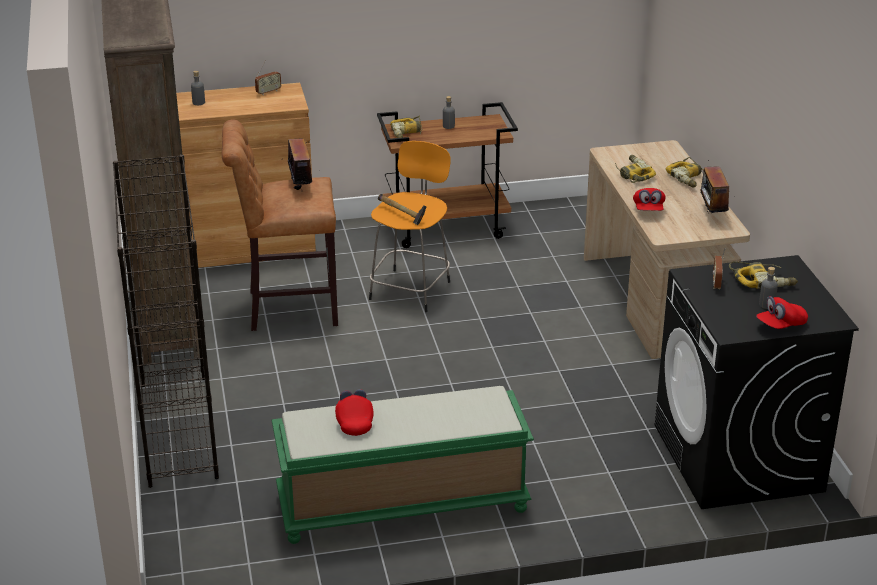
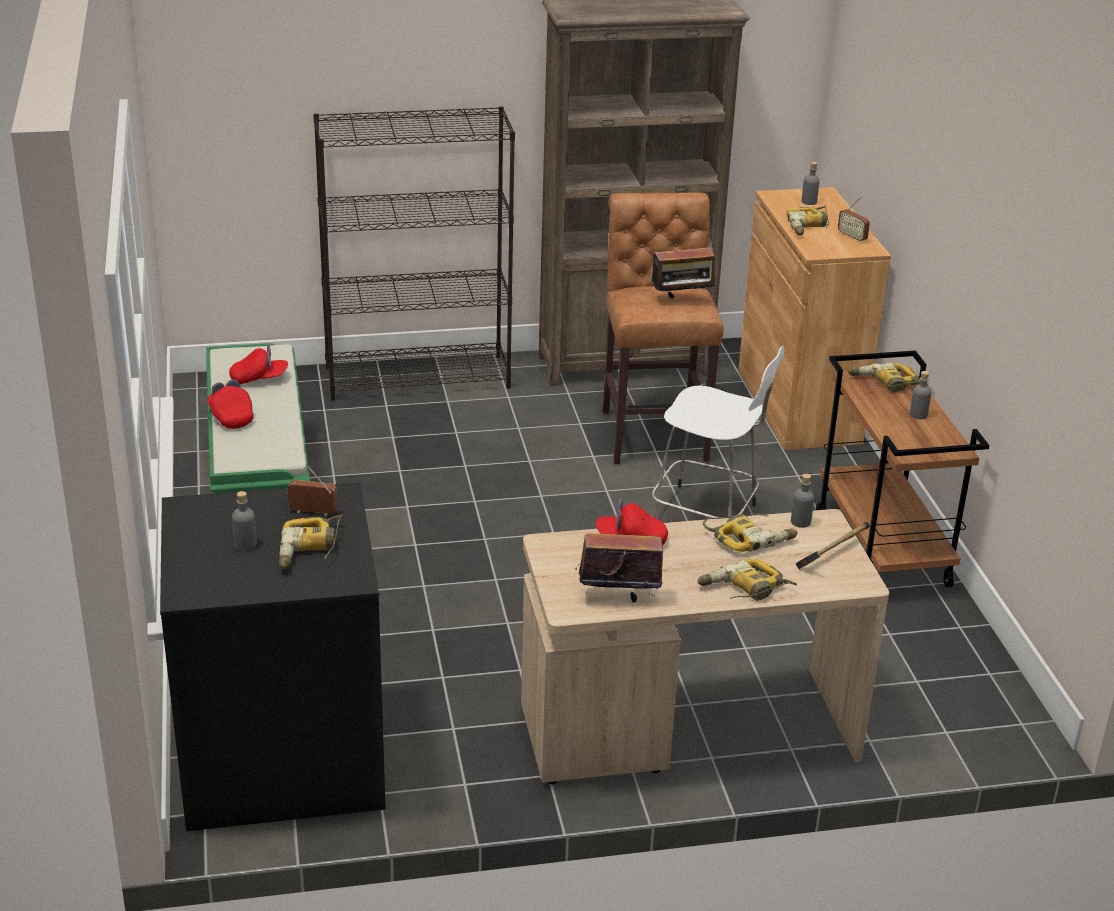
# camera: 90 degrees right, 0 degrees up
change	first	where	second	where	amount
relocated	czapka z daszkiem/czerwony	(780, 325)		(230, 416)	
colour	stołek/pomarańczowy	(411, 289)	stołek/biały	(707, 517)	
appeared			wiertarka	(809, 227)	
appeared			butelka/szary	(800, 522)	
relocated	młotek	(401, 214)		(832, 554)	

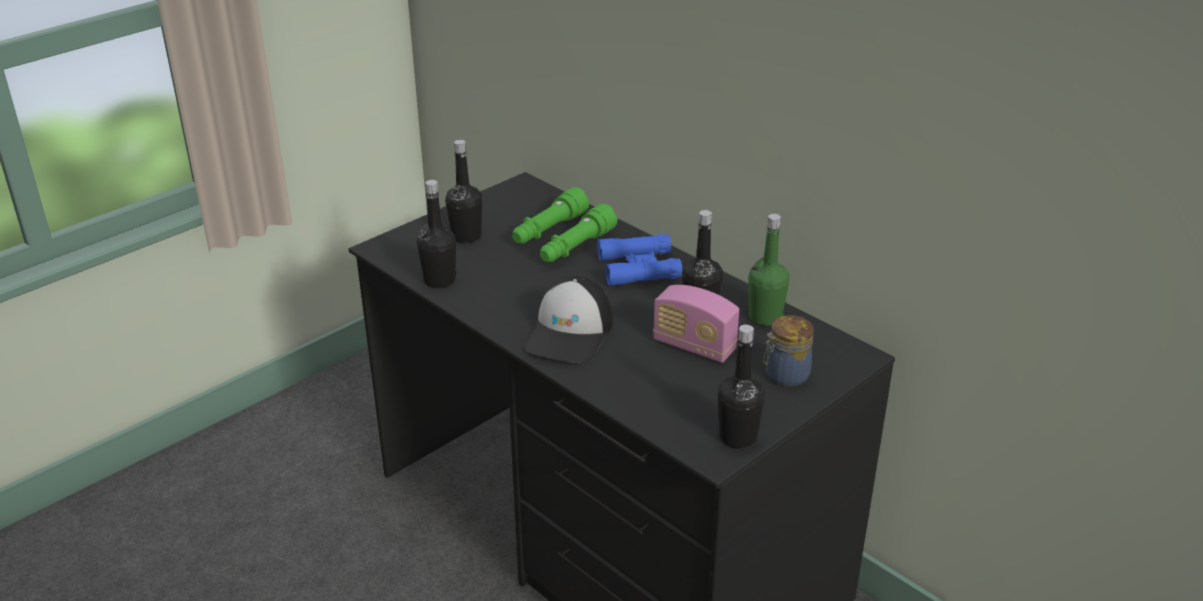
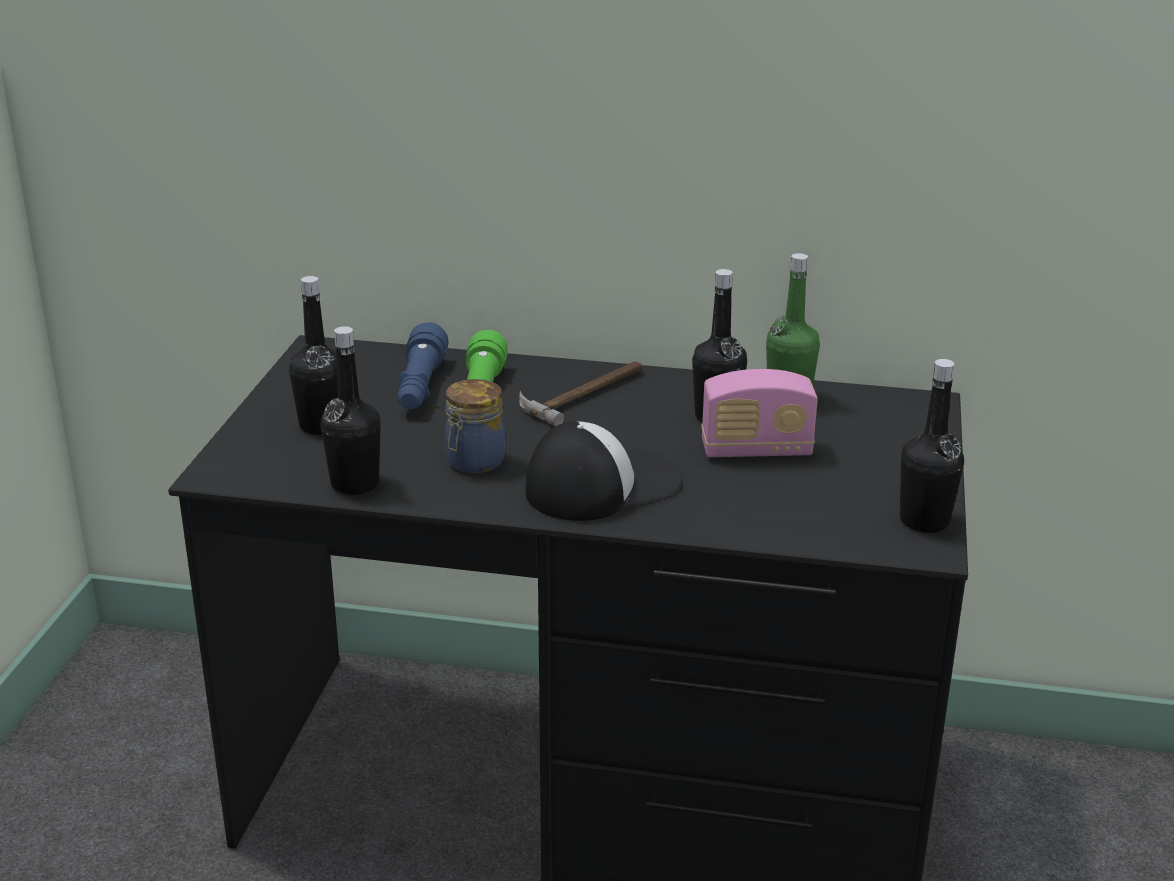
# camera: 35 degrees left, 5 degrees down
change	first	where	second	where	amount
colour	latarka/zielony	(548, 230)	latarka/niebieski	(420, 387)	
relocated	słoik	(785, 376)		(474, 462)	
exchanged	lornetka/niebieski	(639, 268)	młotek	(585, 393)	
spun	czapka z daszkiem	(570, 333)		(601, 485)	105 degrees counterclockwise

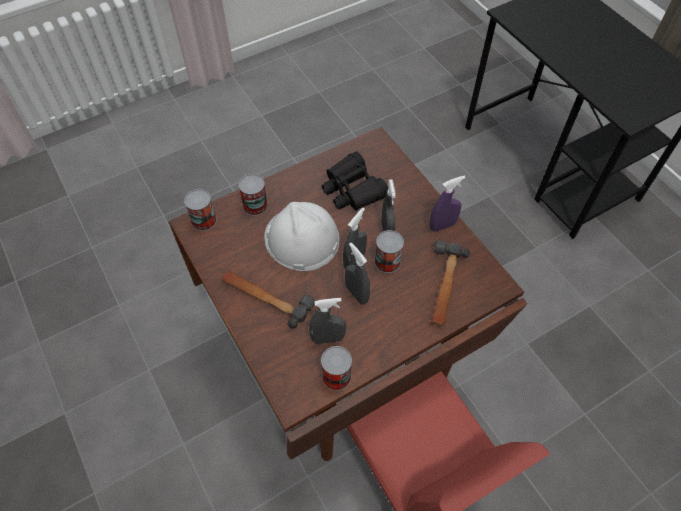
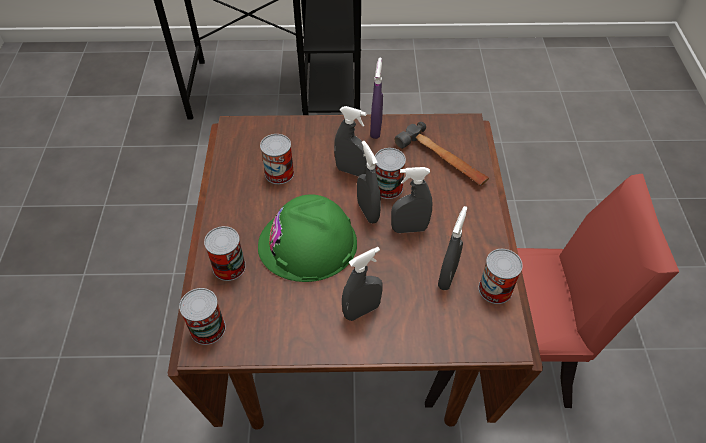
# camera: 60 degrees left, 5 degrees down
change	first	where	second	where	amount
colour	kask/biały	(301, 238)	kask/zielony	(308, 244)	
exchanged	lornetka/czarny	(352, 189)	puszka	(279, 173)	
exchanged	młotek	(266, 297)	spryskiwacz/szary	(361, 310)	

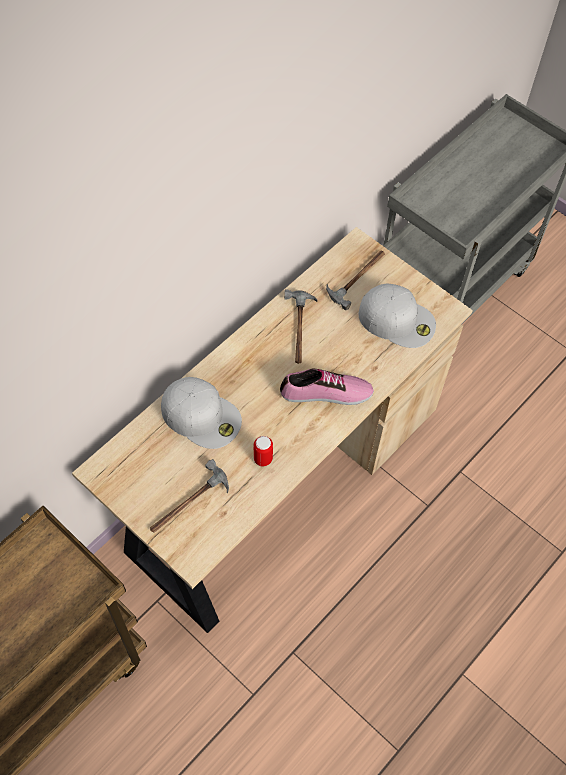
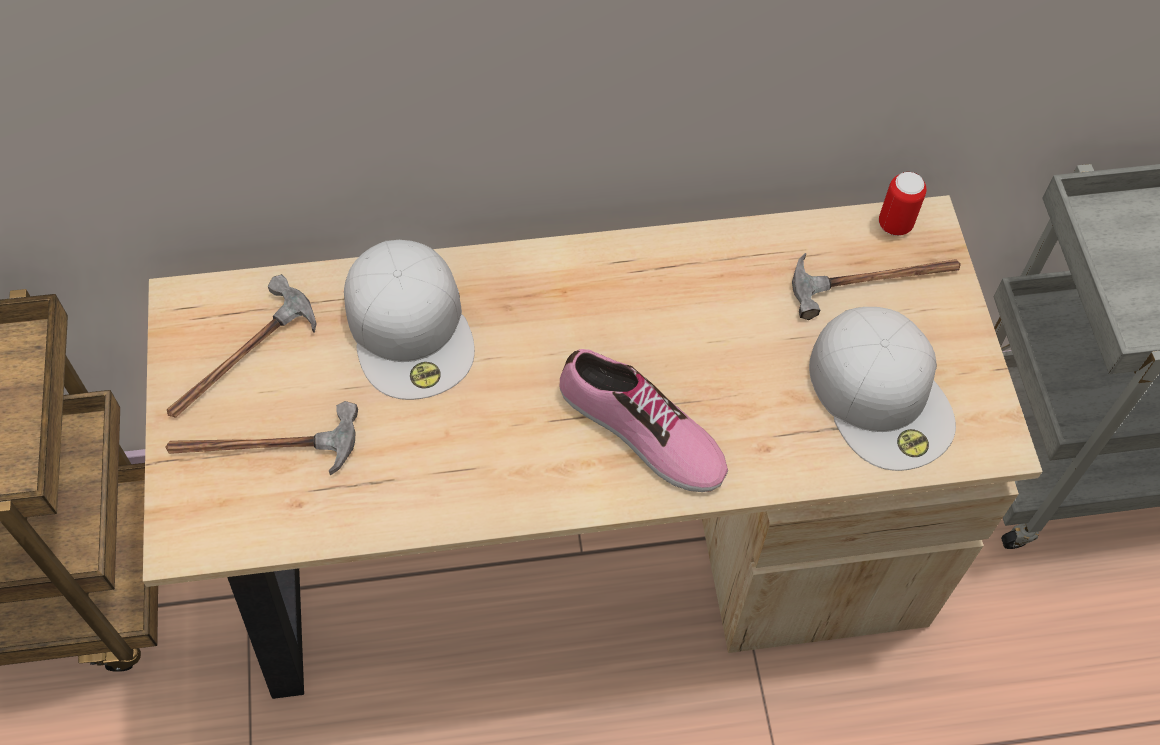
# camera: 40 degrees right, 0 degrees up
change	first	where	second	where	amount
relocated	młotek	(299, 329)		(240, 359)	
relocated	puszka	(263, 459)		(895, 224)	

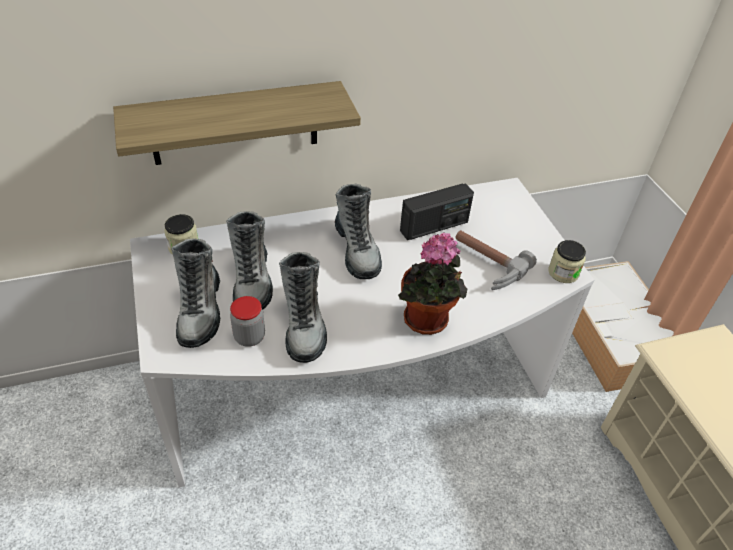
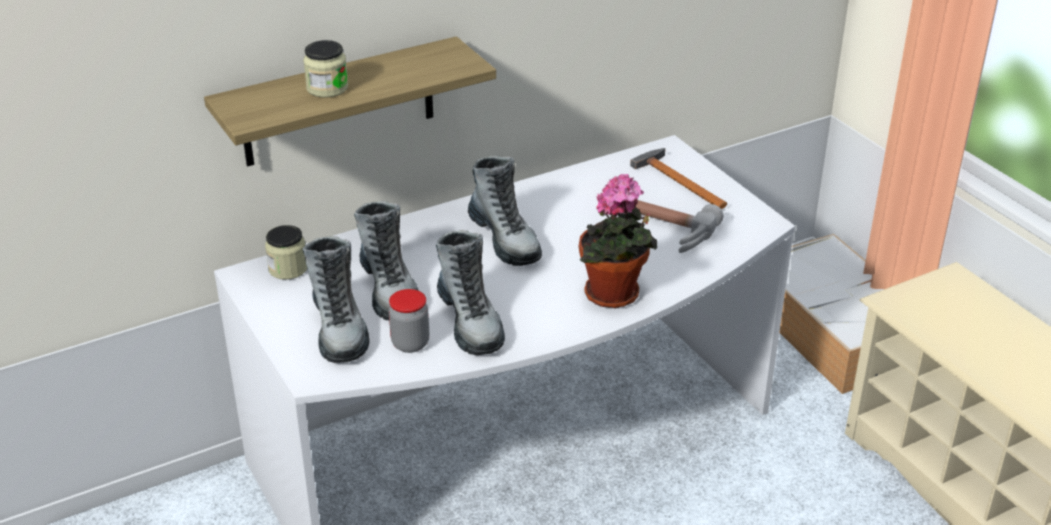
# camera: 10 degrees left, 10 degrees down
change	first	where	second	where	amount
relocated	słoik	(563, 273)		(327, 88)	
appeared			młotek	(678, 181)	
missing	radio	(434, 226)			

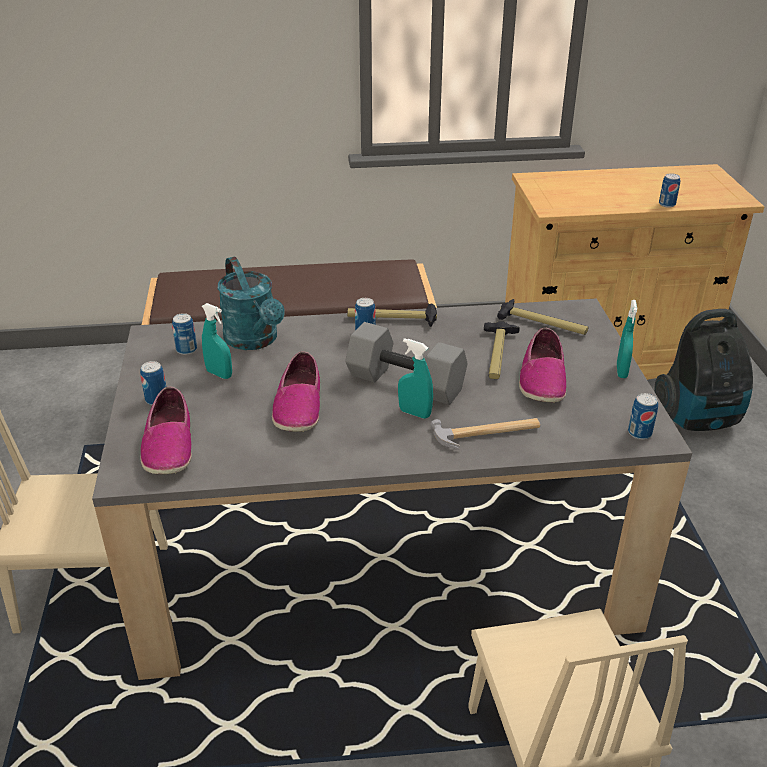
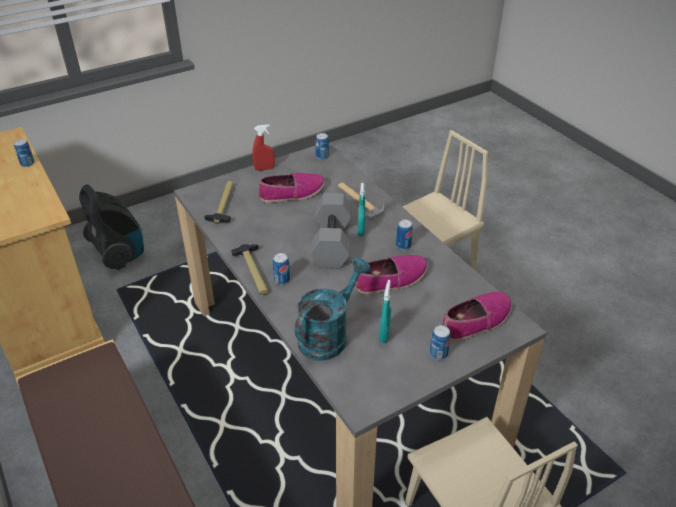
# camera: 115 degrees left, 5 degrees up
change	first	where	second	where	amount
colour	spryskiwacz/turkusowy	(621, 371)	spryskiwacz/czerwony	(264, 169)	
relocated	puszka	(186, 350)		(403, 245)	
missing	młotek	(498, 355)			

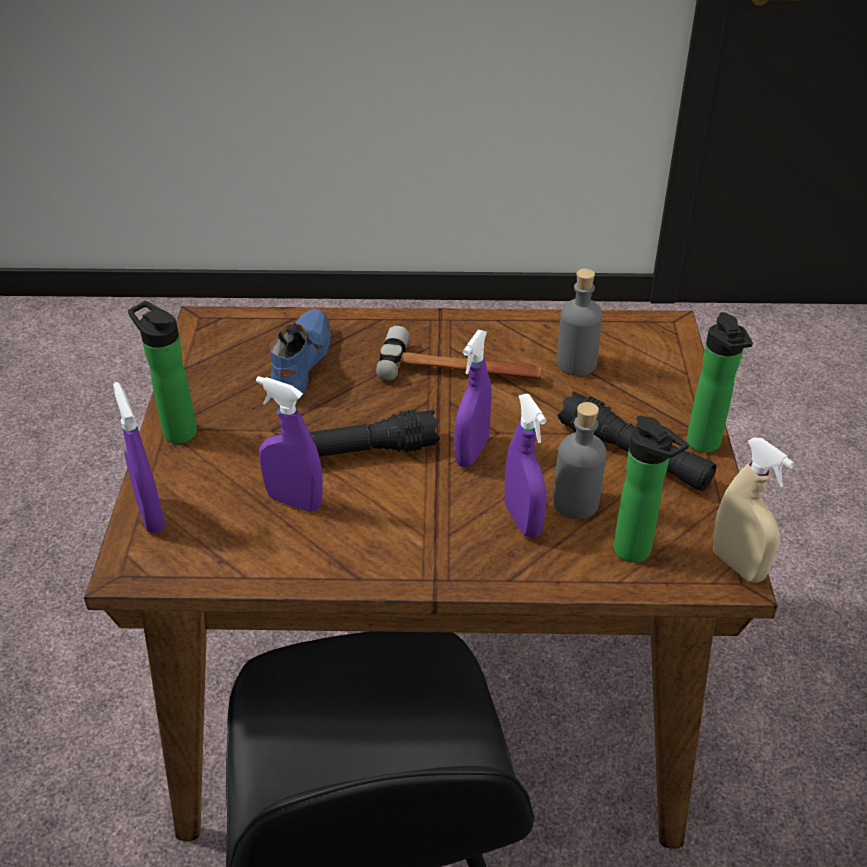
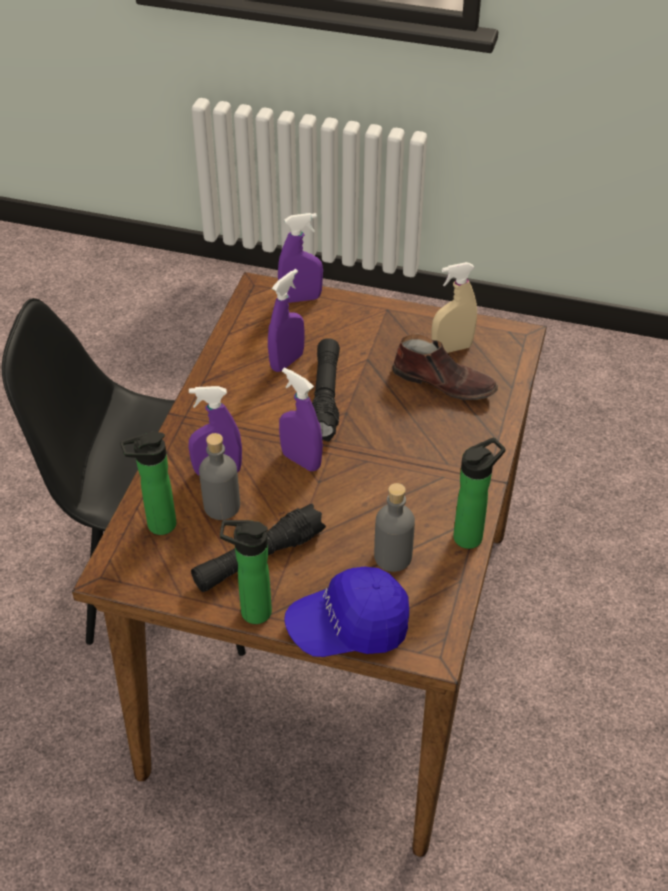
# camera: 105 degrees right, 5 degrees up
change	first	where	second	where	amount
appeared			czapka z daszkiem/niebieski	(348, 628)	
colour	but/niebieski	(299, 364)	but/brązowy	(444, 382)	
relocated	spryskiwacz/beżowy	(737, 565)		(451, 348)	
relocated	butelka	(176, 430)		(471, 535)	
missing	młotek	(460, 370)			

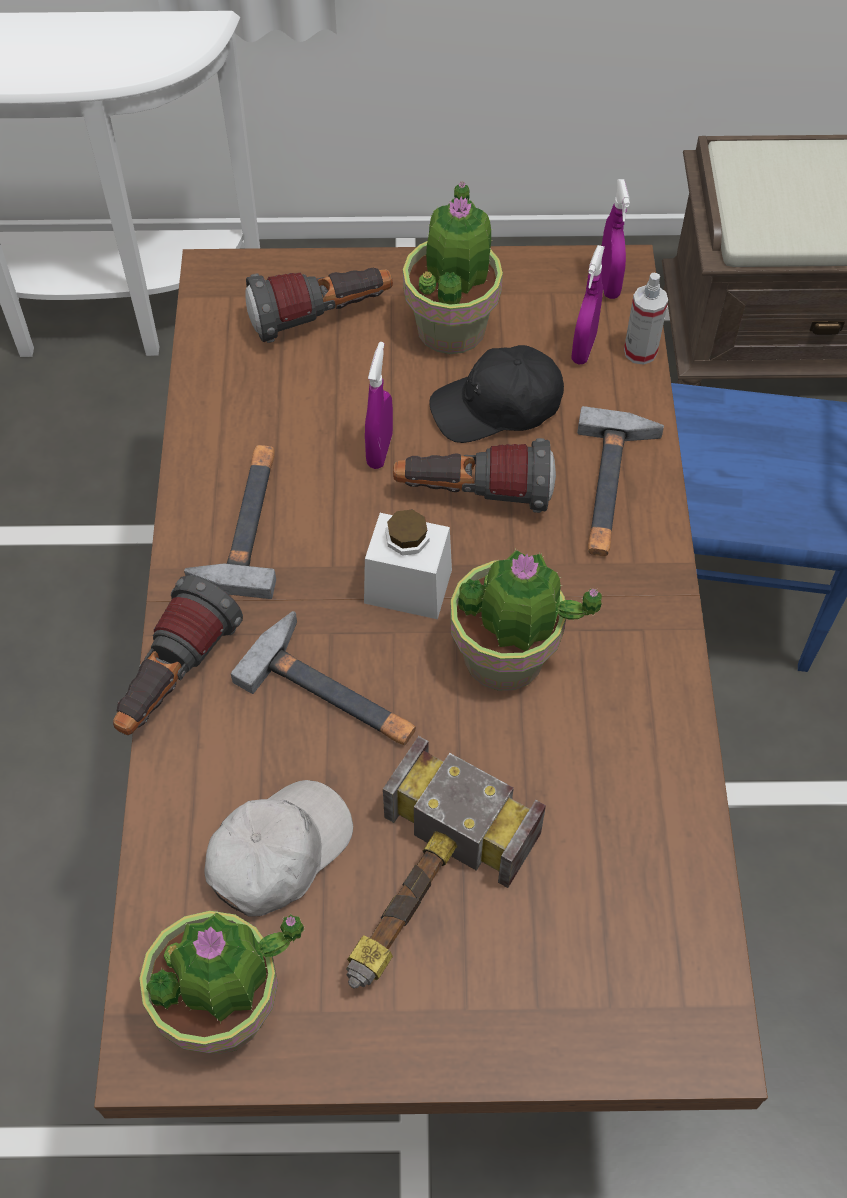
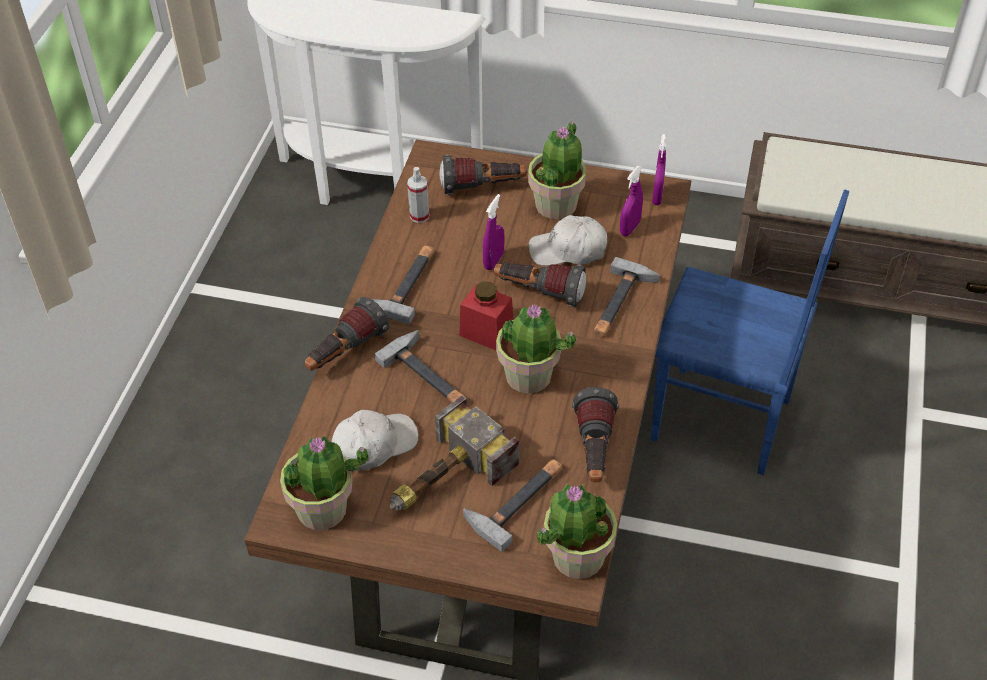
# camera: 15 degrees right, 10 degrees down
change	first	where	second	where	amount
relocated	spryskiwacz	(640, 352)		(419, 216)	
colour	słoik/biały	(408, 586)	słoik/czerwony	(486, 332)	
appeared			młotek	(518, 500)	
colour	czapka z daszkiem/czarny	(497, 407)	czapka z daszkiem/biały	(568, 250)	
appeared			roślina doniczkowa	(577, 557)	
appeared			latarka	(594, 452)	

